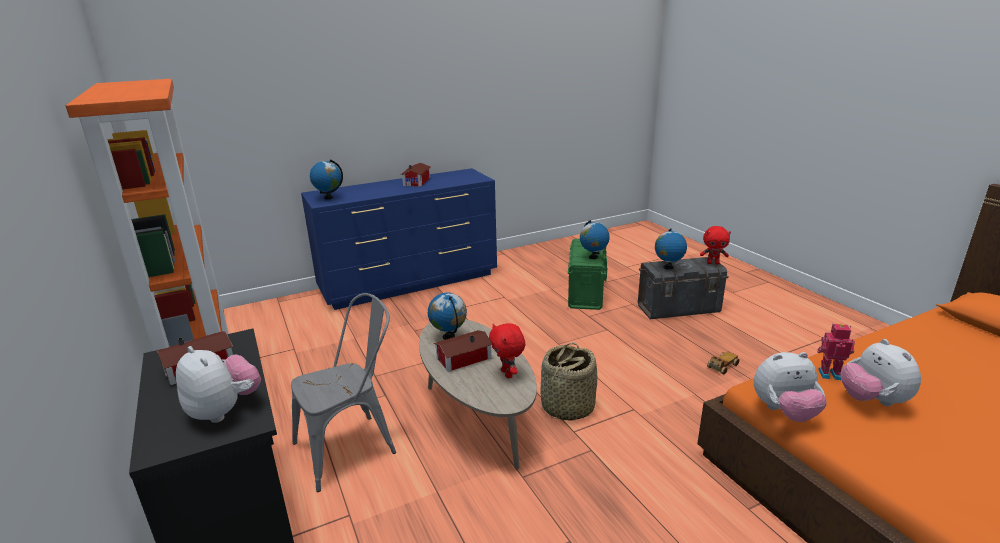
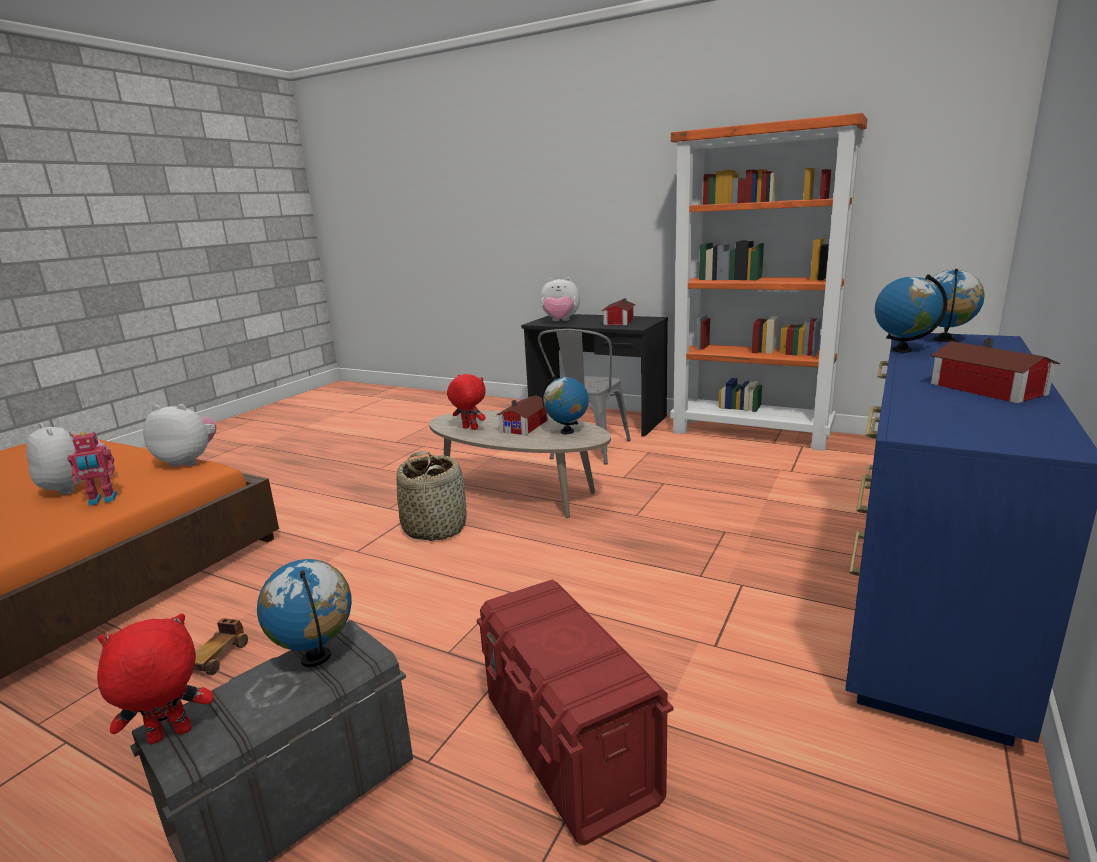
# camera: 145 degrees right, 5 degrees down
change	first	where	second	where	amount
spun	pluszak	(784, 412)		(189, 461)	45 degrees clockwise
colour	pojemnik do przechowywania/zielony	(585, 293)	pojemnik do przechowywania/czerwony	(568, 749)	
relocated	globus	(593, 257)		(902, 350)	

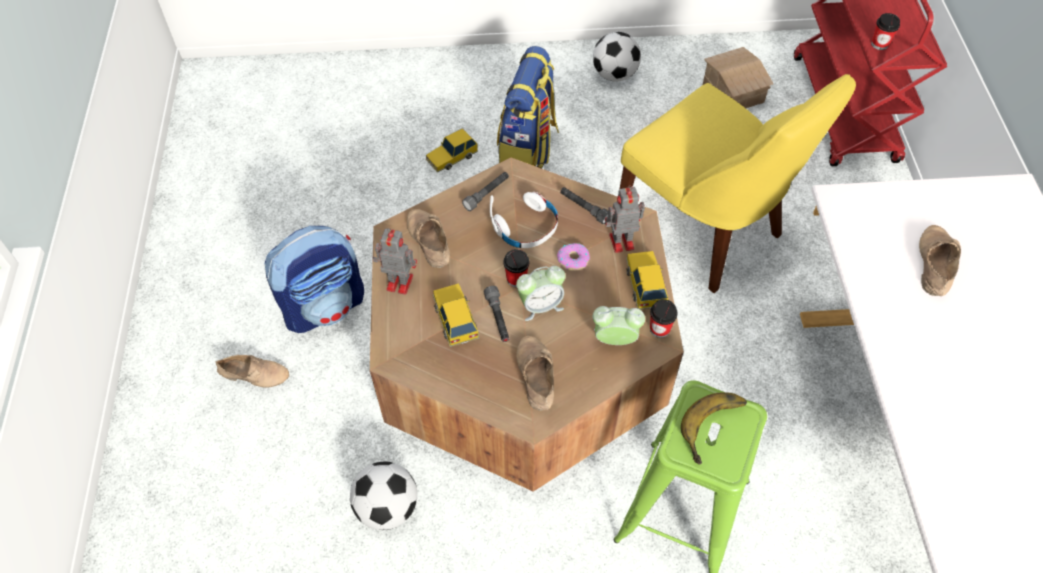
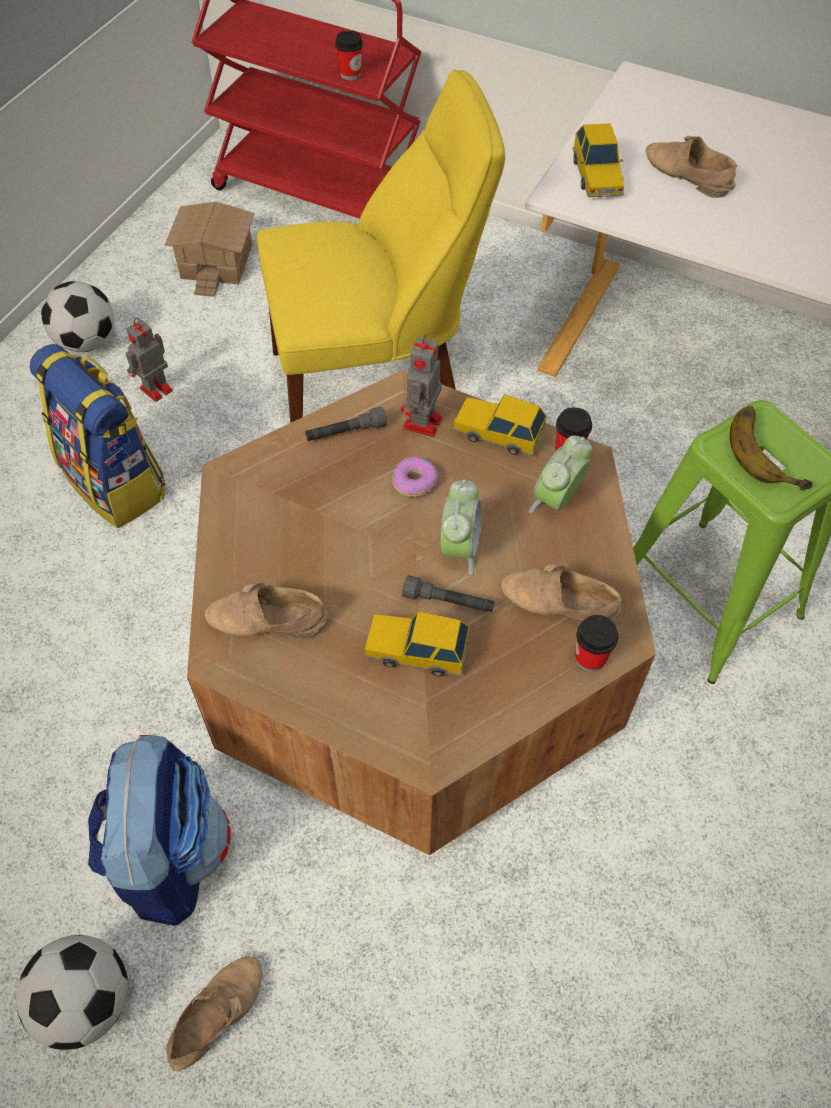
# camera: 60 degrees left, 0 degrees up
change	first	where	second	where	amount
relocated	piłka futbolowa	(387, 507)		(86, 1001)	
relocated	robot zabawkowy	(398, 282)		(155, 390)	
relocated	samochodzik	(452, 157)		(597, 175)	
relocated	filiżanka	(516, 279)		(590, 658)	
missing	latarka/szary	(487, 194)			
missing	słuchawki/biały	(527, 227)			

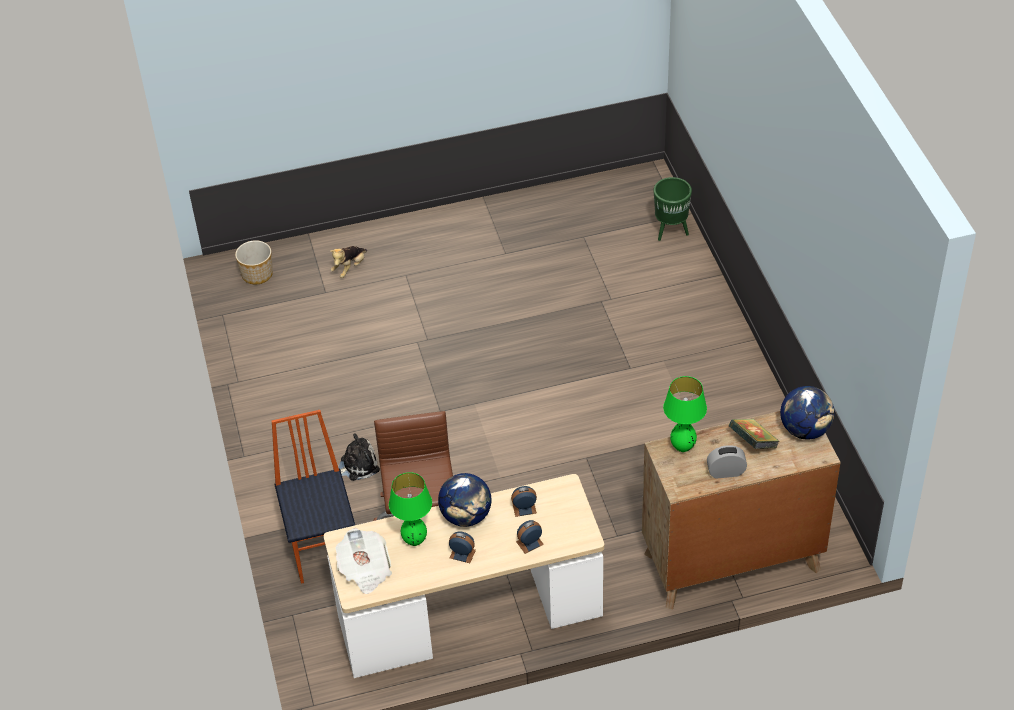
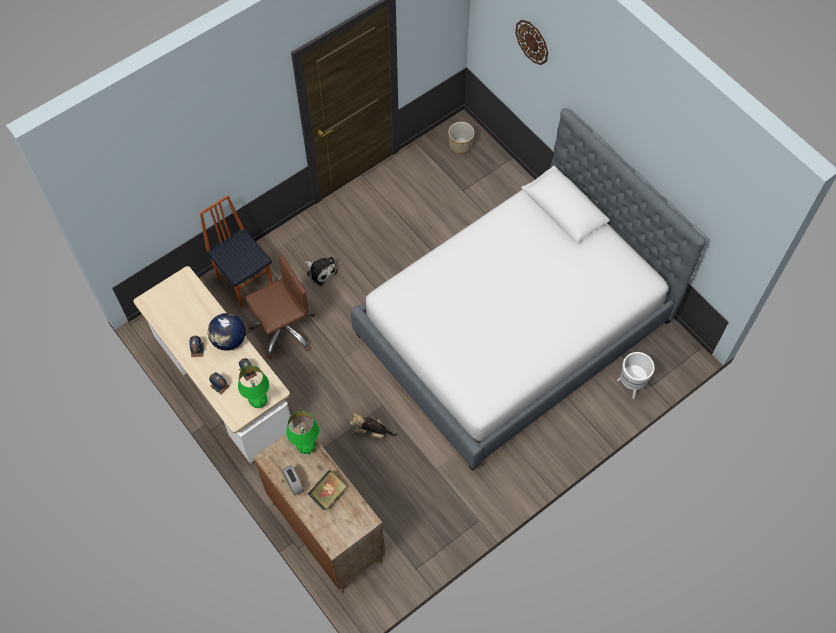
# camera: 65 degrees right, 15 degrees up
change	first	where	second	where	amount
spun	krzesło	(324, 550)		(245, 281)	90 degrees counterclockwise
relocated	lampa stołowa/zielony	(415, 541)		(259, 403)	
relocated	pluszak	(350, 268)		(372, 431)	
appeared			łóżko	(513, 328)	
appeared			zegar ścienny	(532, 41)	
colour	donica/zielony	(670, 231)	donica/biały	(630, 385)	
missing	gazeta	(365, 570)			
missing	globus	(805, 430)			

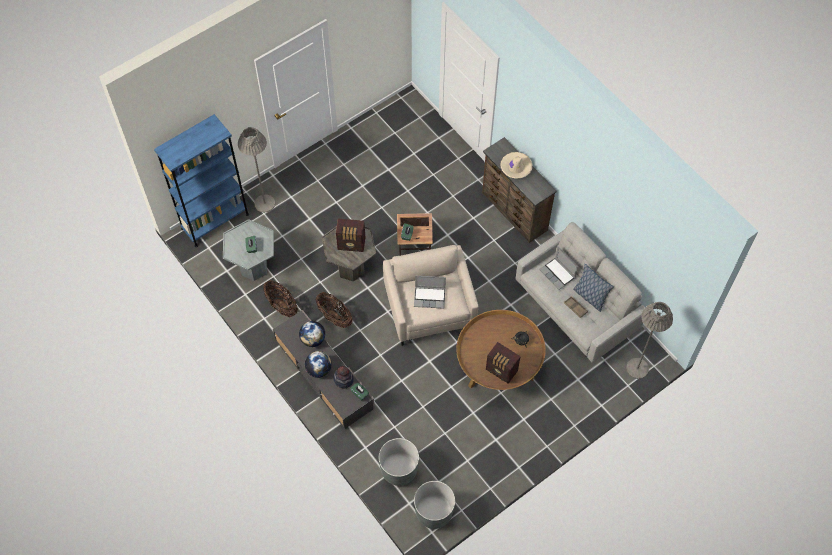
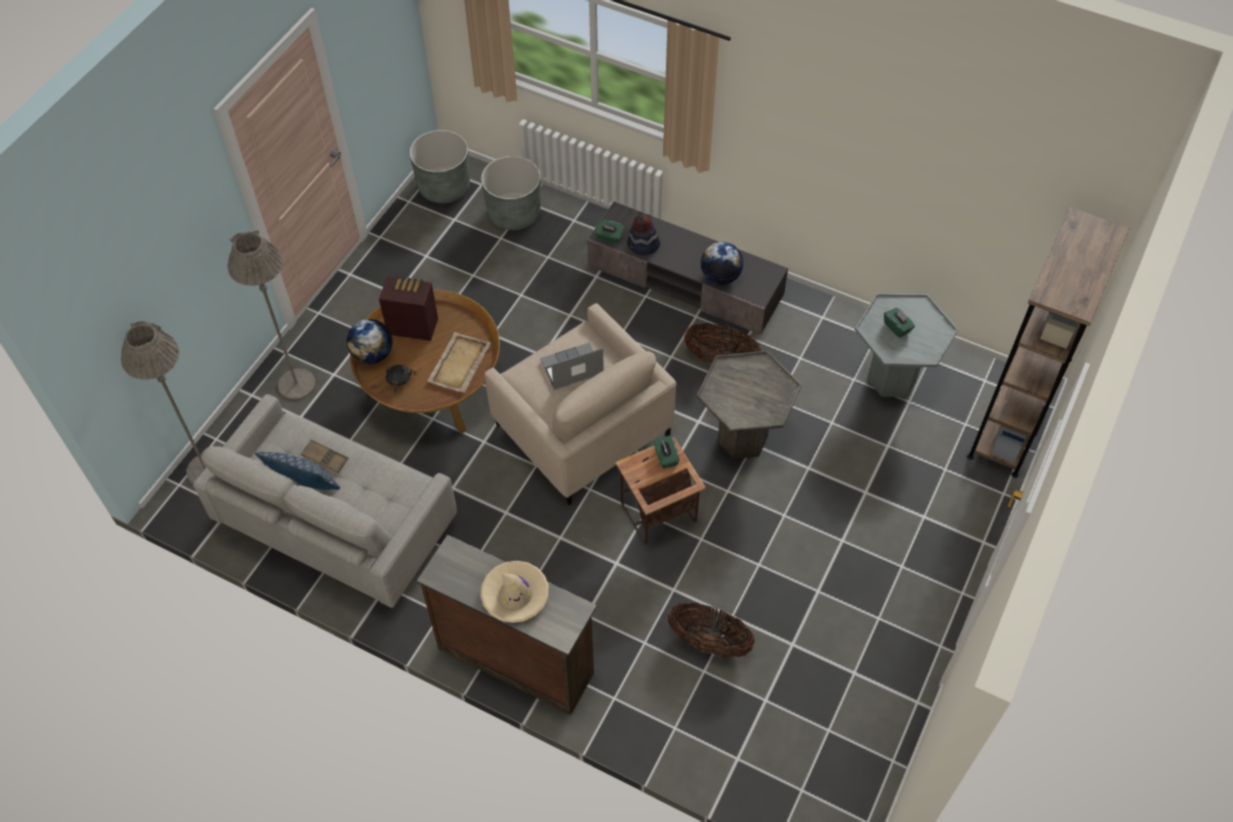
# camera: 155 degrees right, 5 degrees down
change	first	where	second	where	amount
relocated	lampa stojąca/szary	(264, 203)		(296, 384)	
relocated	globus	(319, 369)		(372, 355)	
appeared			taca/beżowy	(459, 364)	
relocated	koszyk	(281, 305)		(709, 641)	
colour	regał/niebieski	(215, 221)	regał/brązowy	(1010, 424)	
missing	radio	(352, 244)			
missing	laptop	(558, 274)			

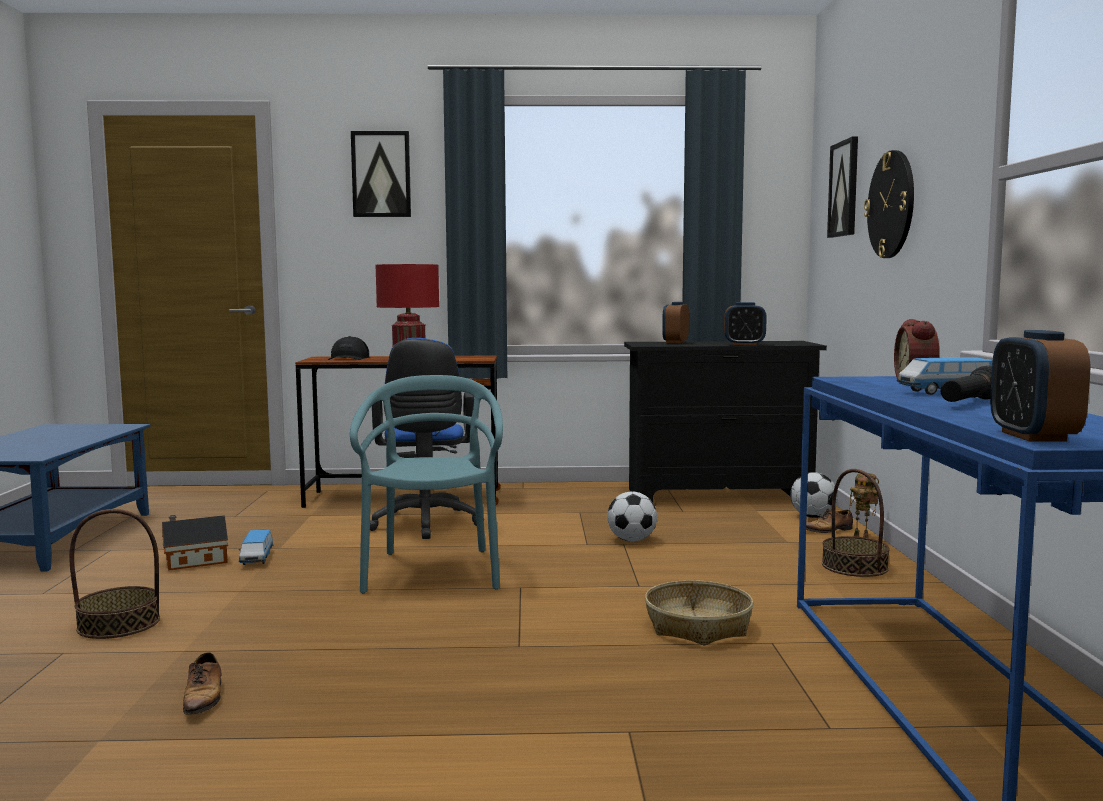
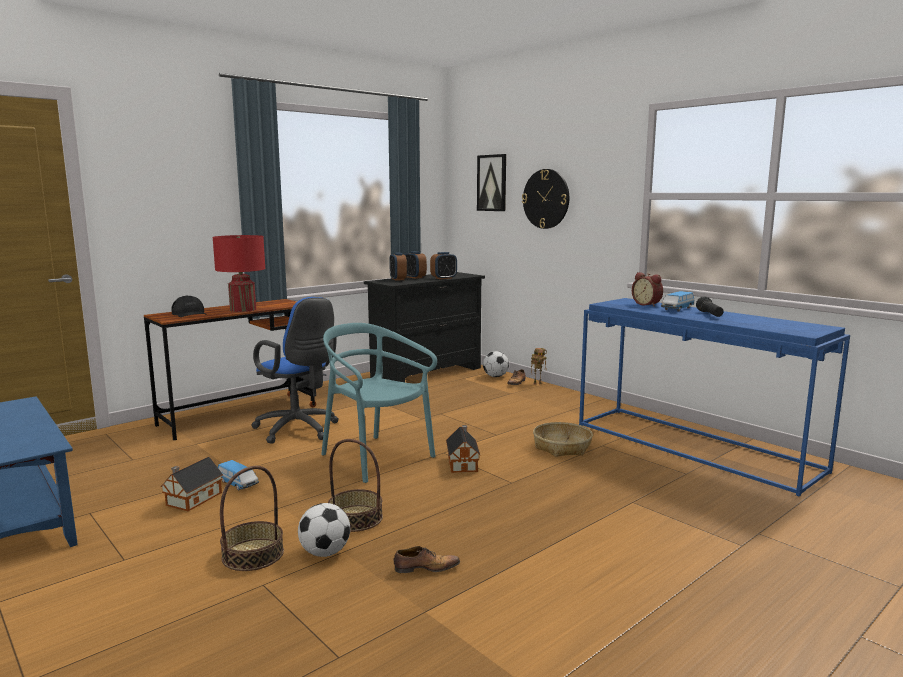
# camera: 40 degrees left, 5 degrees up
change	first	where	second	where	amount
relocated	piłka futbolowa	(632, 540)		(325, 552)	
relocated	koszyk	(854, 566)		(355, 518)	
spun	but	(203, 698)		(425, 568)	45 degrees counterclockwise
relocated	budzik	(1033, 436)		(414, 277)	
appeared			domek	(463, 463)	
missing	obraz	(381, 174)			

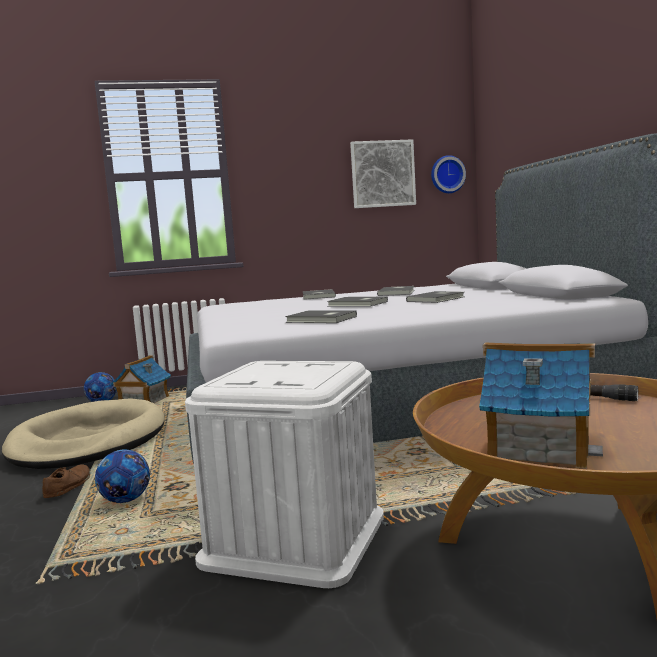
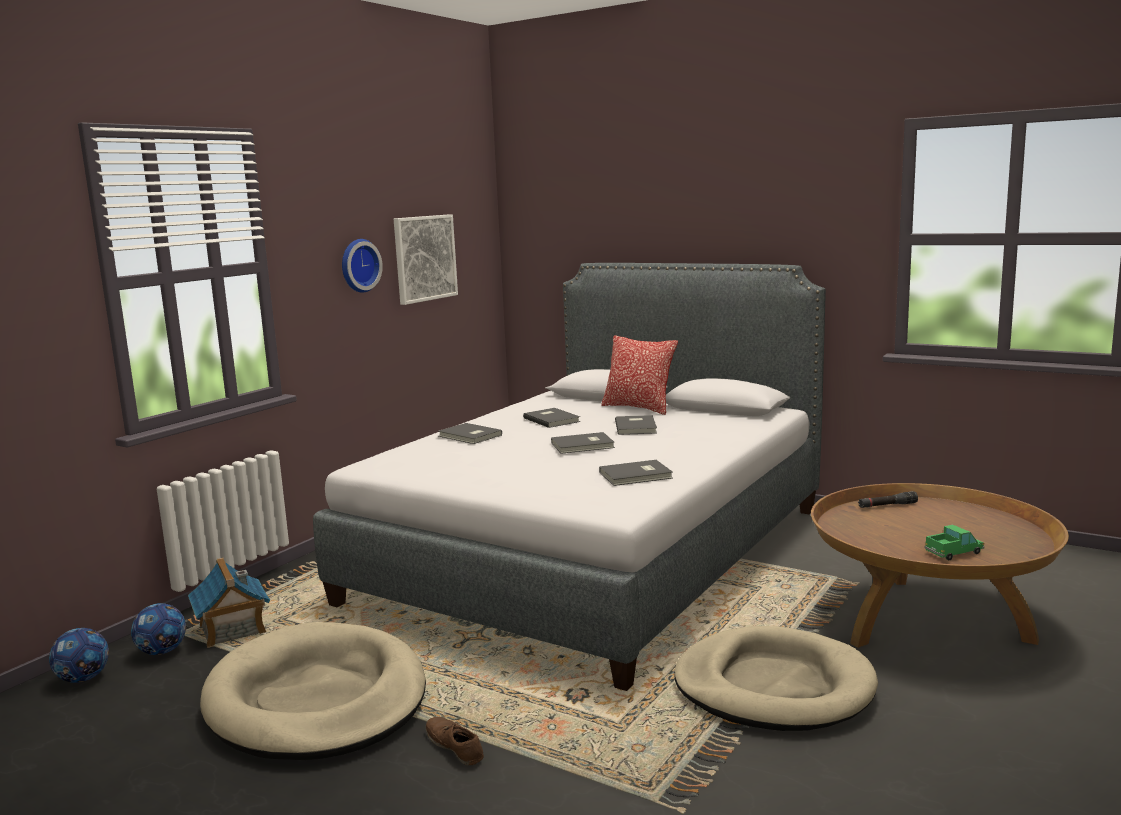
# camera: 45 degrees left, 5 degrees up
change	first	where	second	where	amount
relocated	piłka futbolowa	(125, 500)		(83, 679)	
relocated	zegar ścienny	(447, 174)		(358, 265)	
appeared			poduszka	(639, 408)	
exchanged	pojemnik do przechowywania/biały	(295, 538)	legowisko/beżowy	(773, 686)	
exchanged	domek	(538, 447)	ciężarówka zabawkowa	(954, 552)	

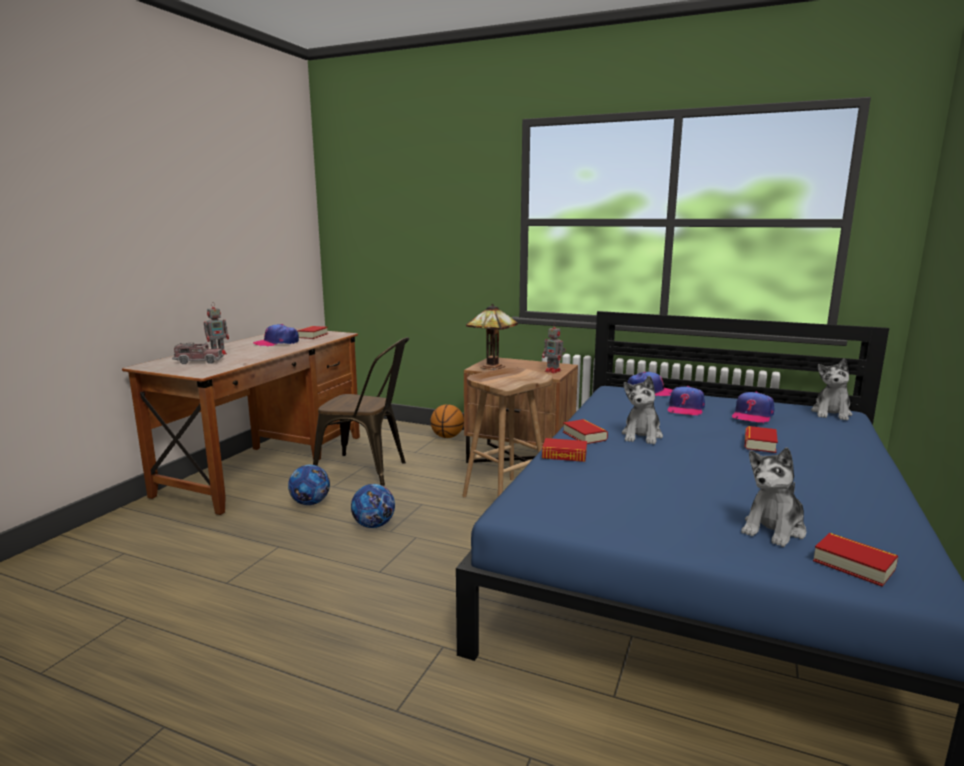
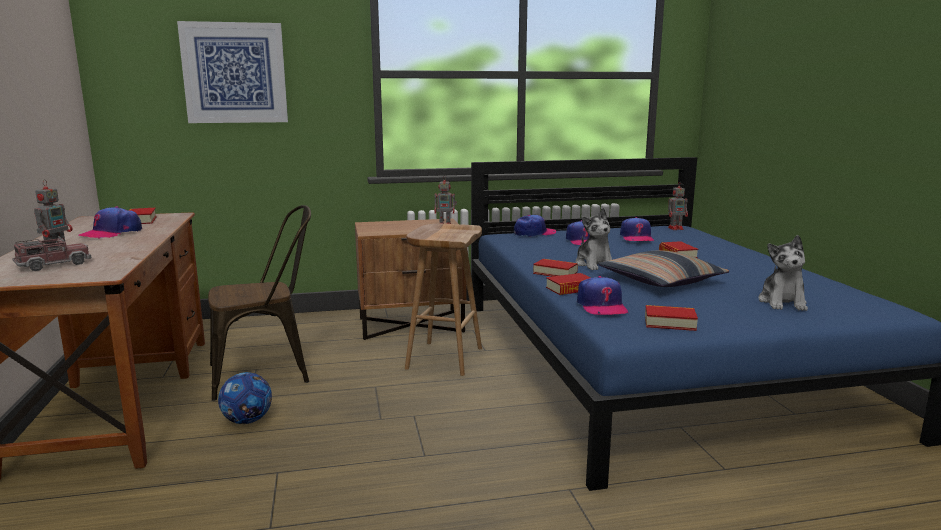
# camera: 35 degrees left, 0 degrees up
change	first	where	second	where	amount
appeared			obraz	(234, 73)	
appeared			czapka z daszkiem	(601, 306)	
appeared			poduszka	(660, 281)	
relocated	książka	(853, 565)		(669, 323)	
exchanged	pluszak	(831, 413)	robot zabawkowy	(676, 228)	
missing	piłka futbolowa	(374, 525)			
missing	piłka do koszykówki	(447, 437)			
missing	lampa stołowa	(490, 367)			

